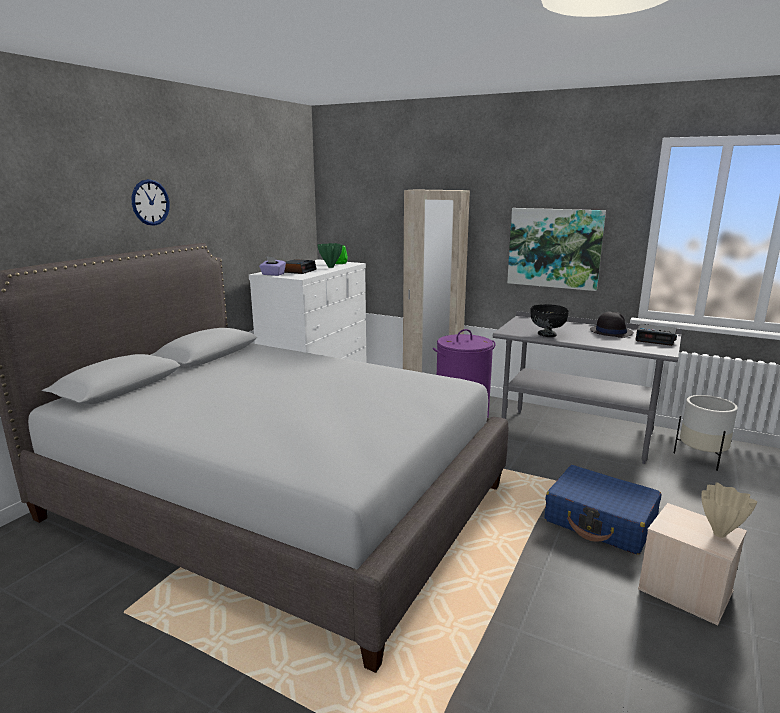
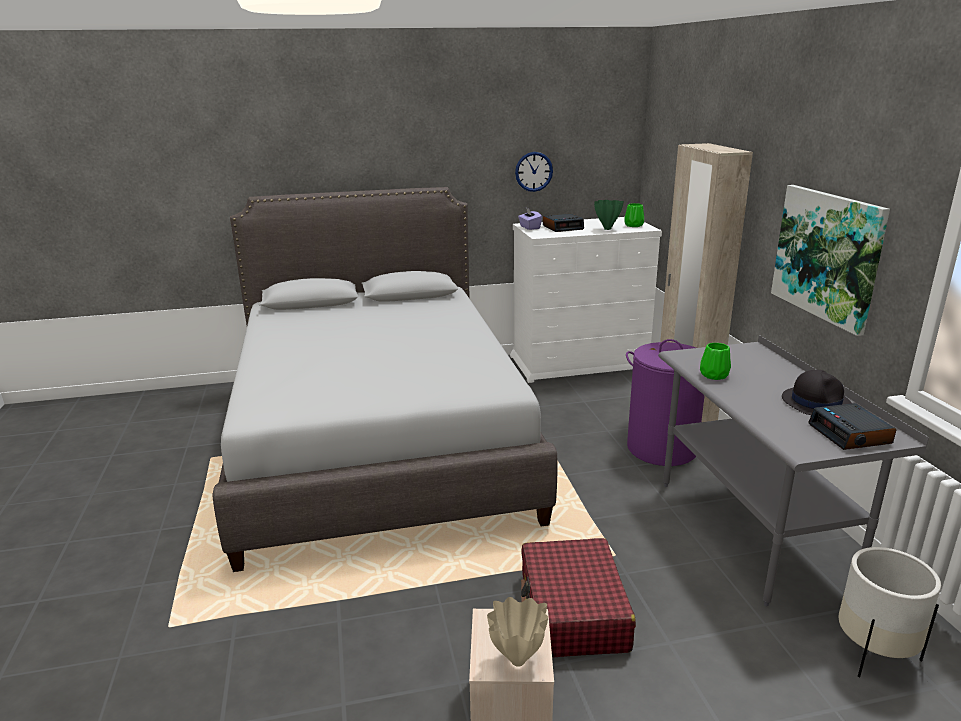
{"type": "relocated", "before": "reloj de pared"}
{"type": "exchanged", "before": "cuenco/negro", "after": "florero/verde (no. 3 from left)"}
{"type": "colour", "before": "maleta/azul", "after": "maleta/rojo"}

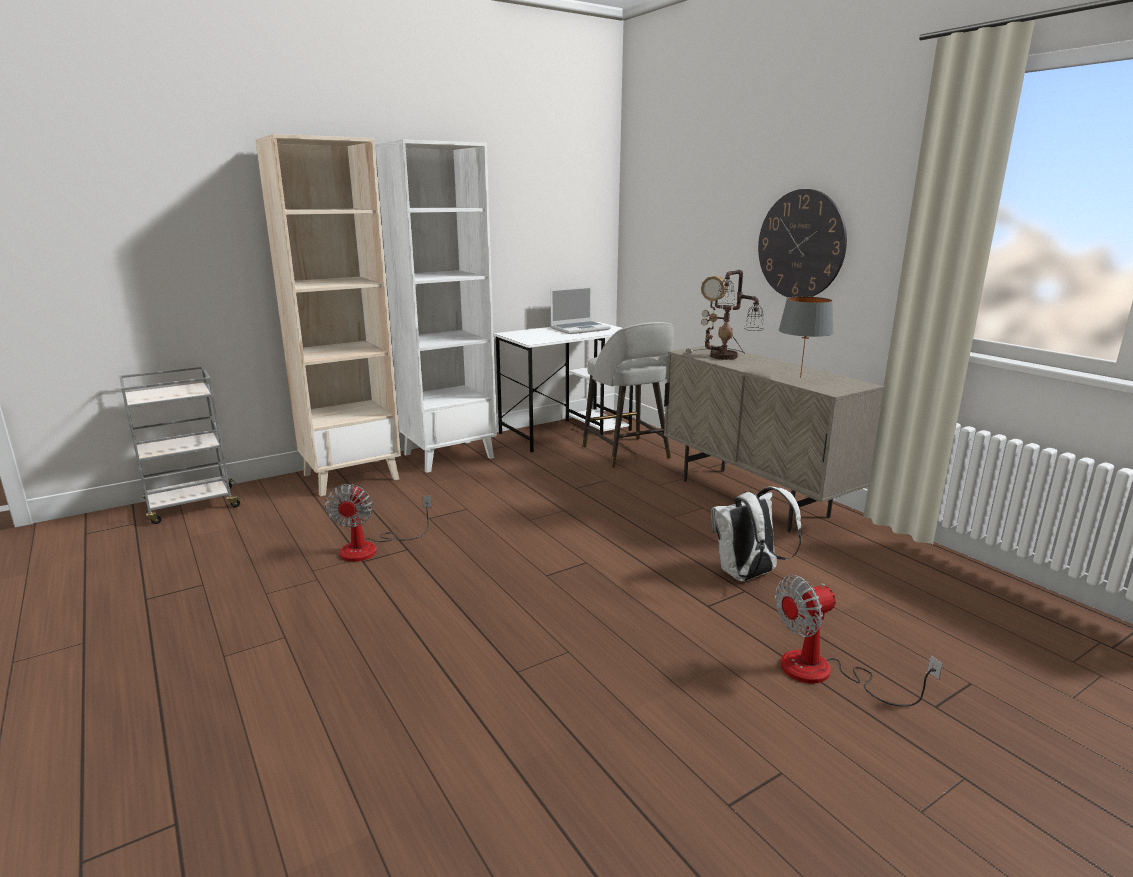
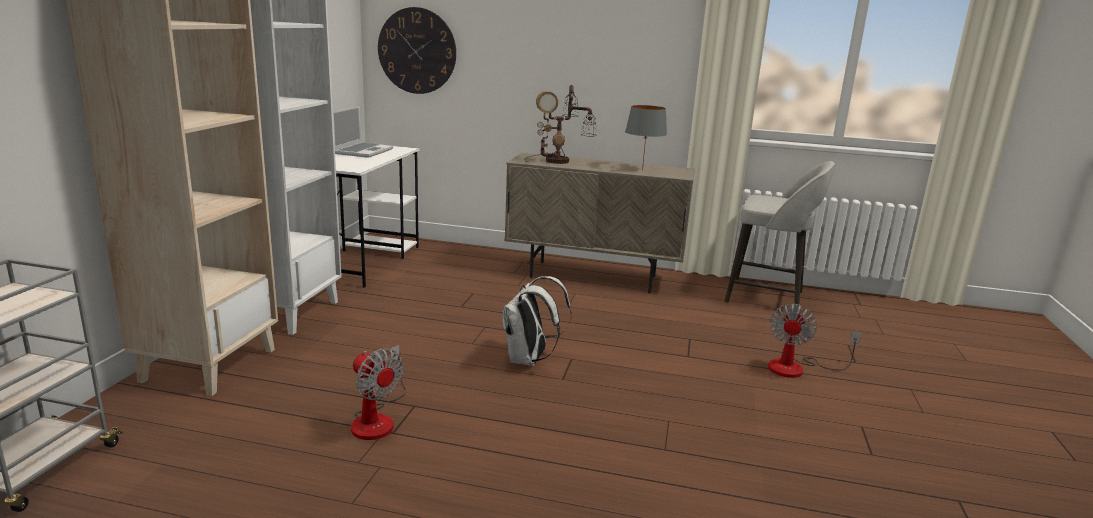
{"type": "relocated", "before": "reloj de pared"}
{"type": "relocated", "before": "taburete/gris"}
{"type": "relocated", "before": "mochila/blanco"}

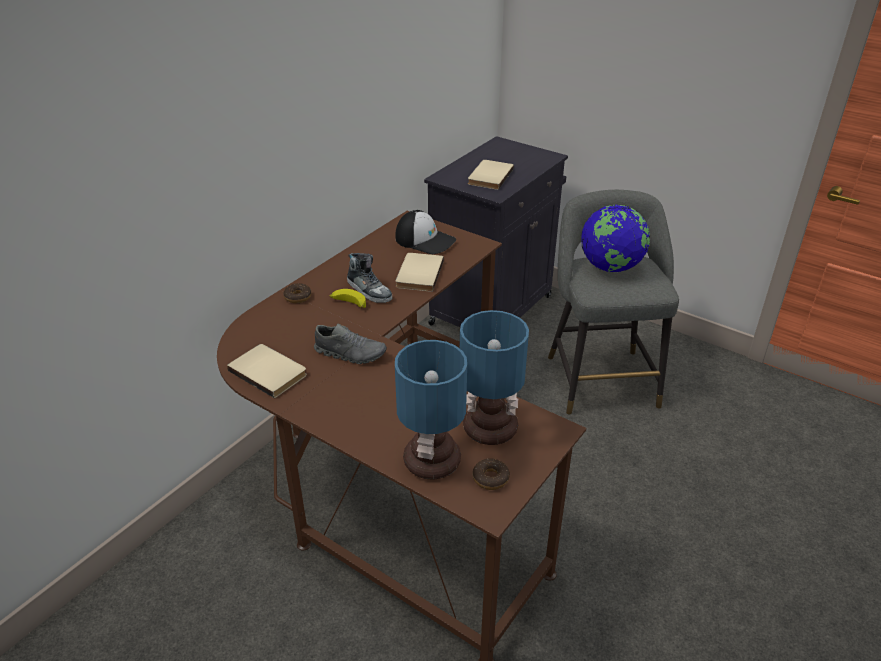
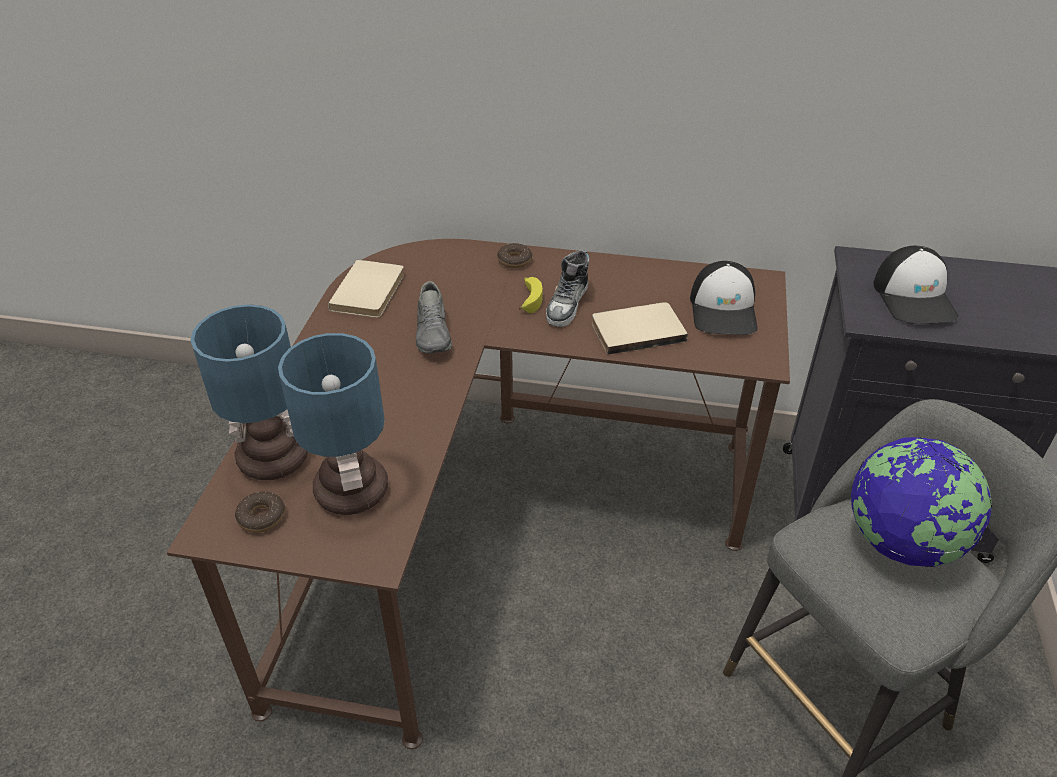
{"type": "exchanged", "before": "libro/beis (no. 3 from left)", "after": "gorra (no. 2 from left)"}

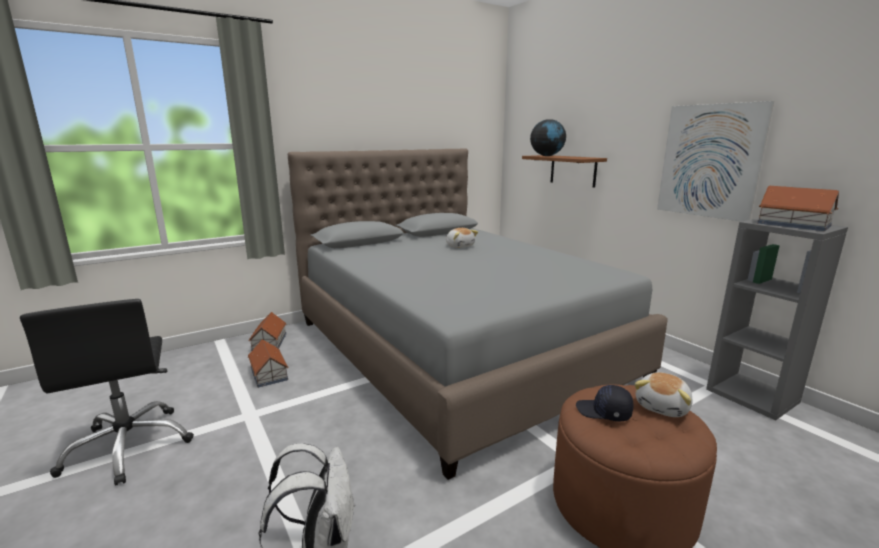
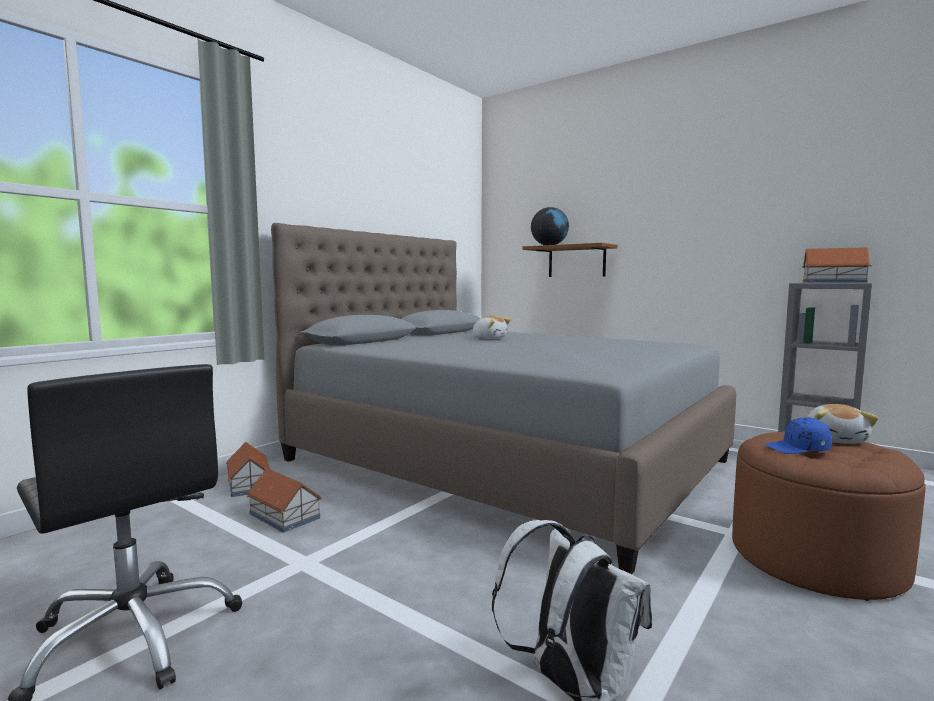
{"type": "missing", "before": "cuadro"}
{"type": "colour", "before": "gorra/negro", "after": "gorra/azul"}

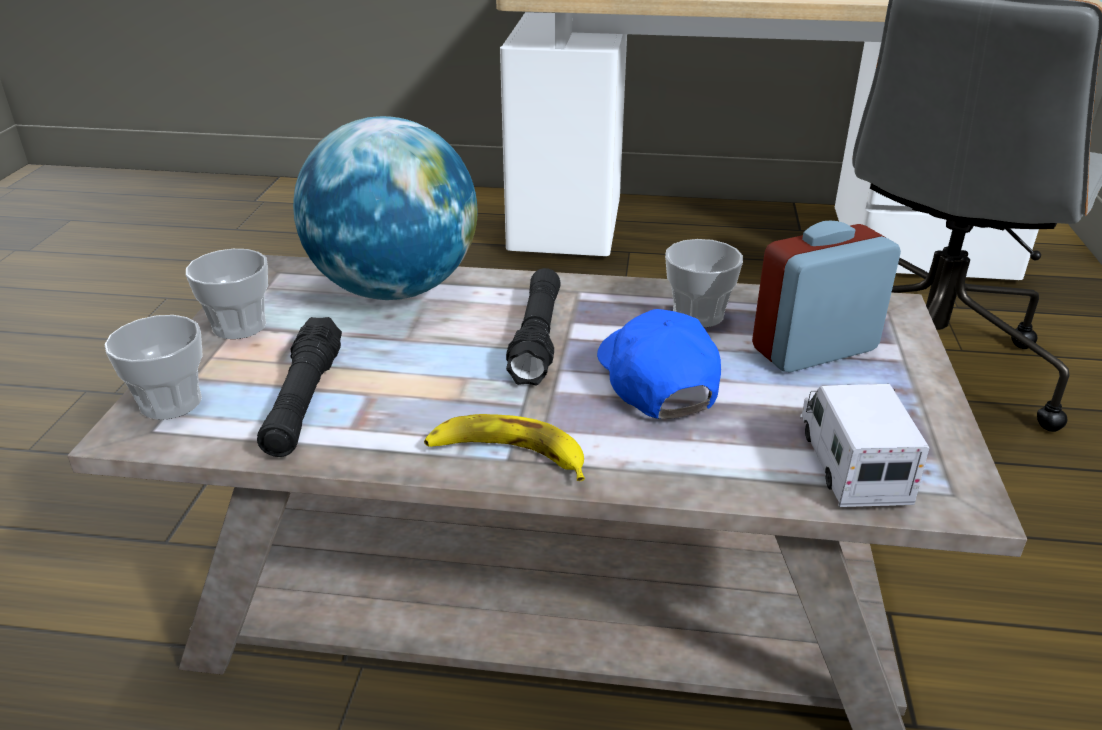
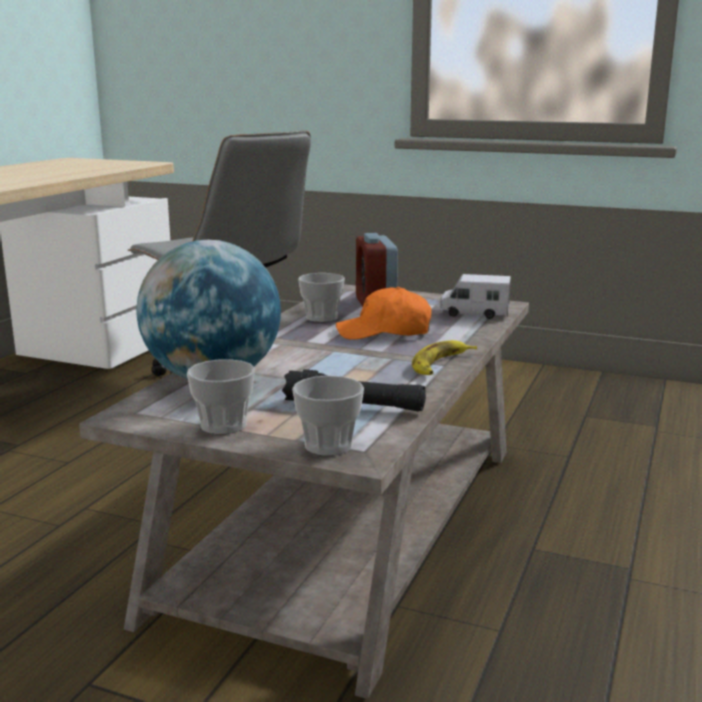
{"type": "missing", "before": "linterna/negro (no. 2 from left)"}
{"type": "colour", "before": "gorra/azul", "after": "gorra/naranja"}

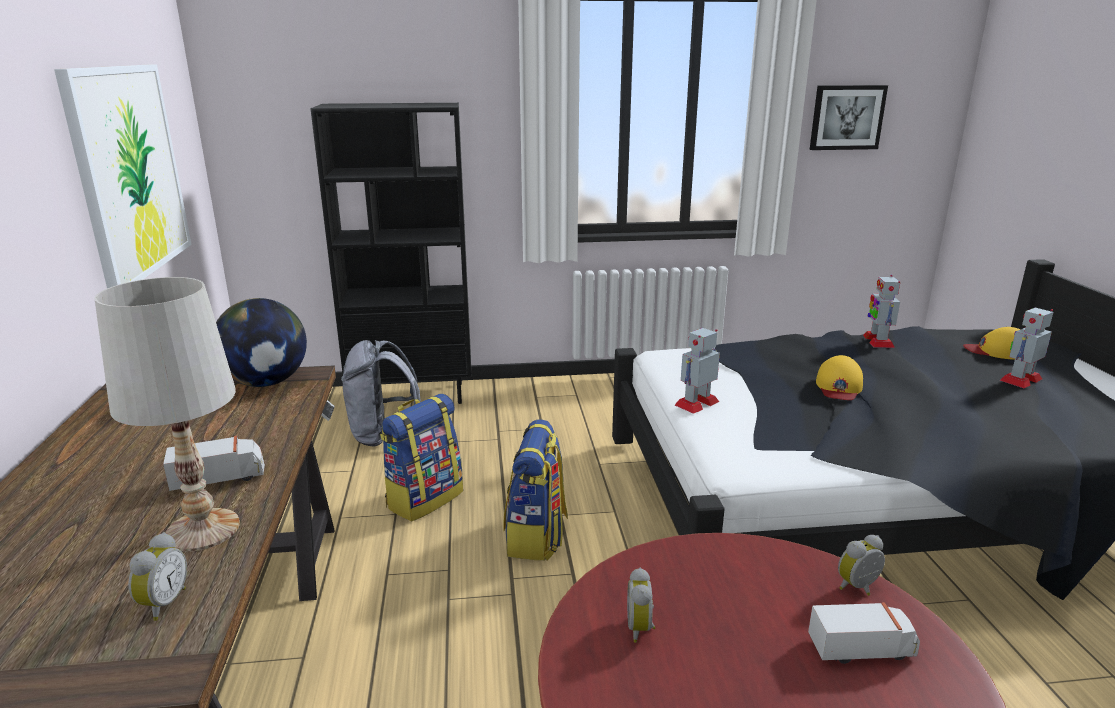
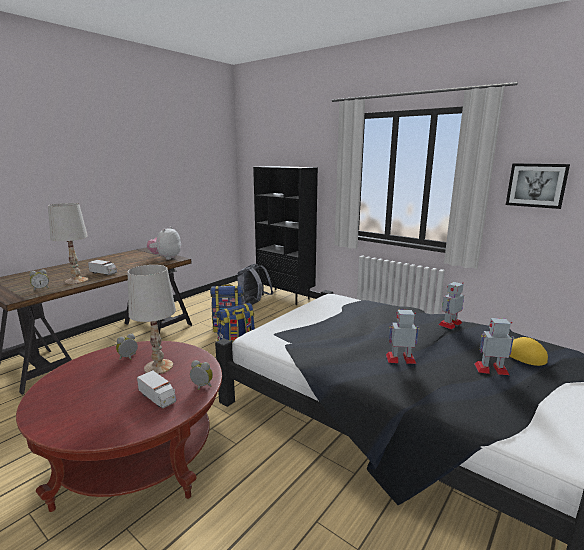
{"type": "missing", "before": "cuadro (no. 1 from left)"}
{"type": "exchanged", "before": "globo terráqueo", "after": "peluche"}
{"type": "relocated", "before": "robot de juguete (no. 1 from left)"}
{"type": "missing", "before": "gorra/amarillo (no. 1 from left)"}
{"type": "appeared", "after": "lámpara de mesa/blanco (no. 2 from left)"}

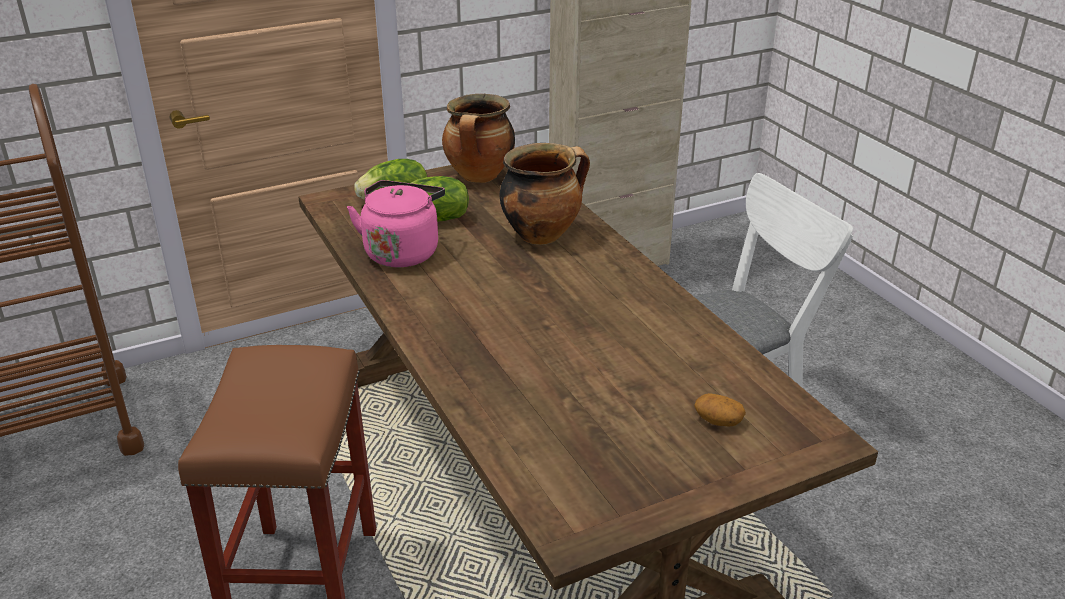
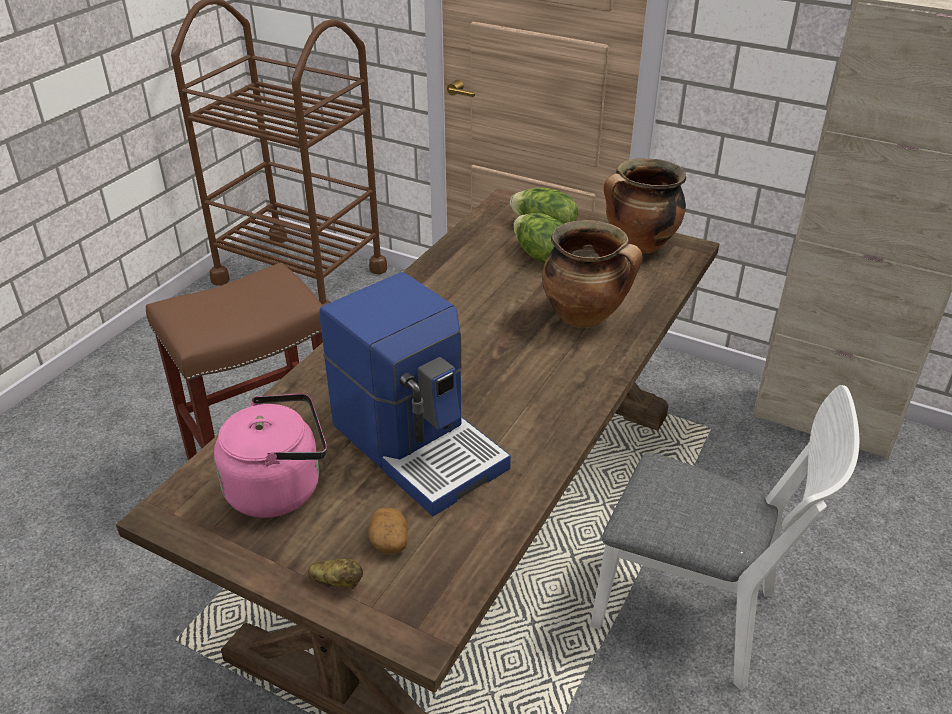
{"type": "relocated", "before": "hervidor/rosa"}
{"type": "appeared", "after": "cafetera"}
{"type": "appeared", "after": "patata (no. 1 from left)"}

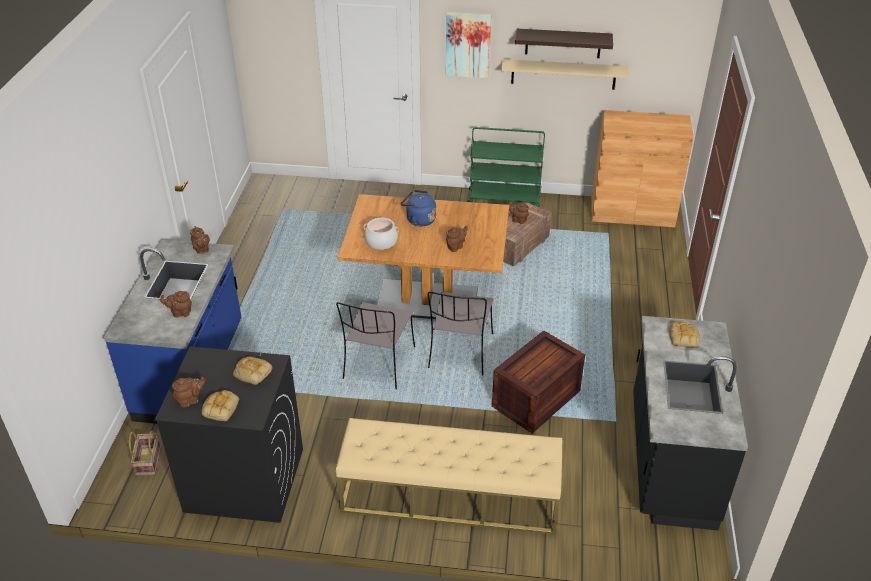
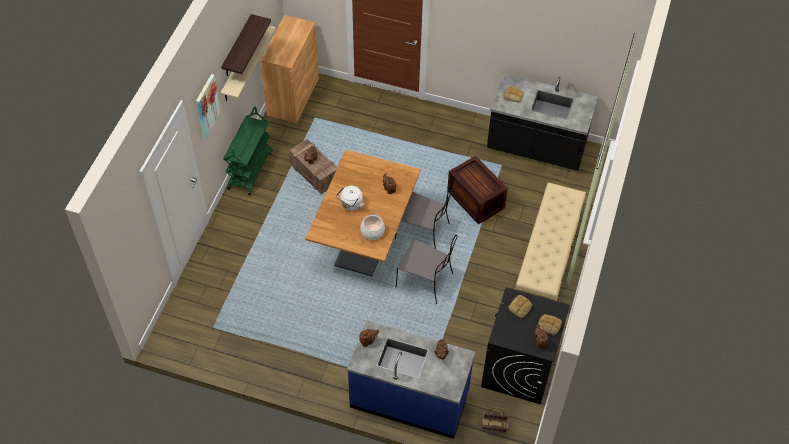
{"type": "colour", "before": "hervidor/azul", "after": "hervidor/blanco"}

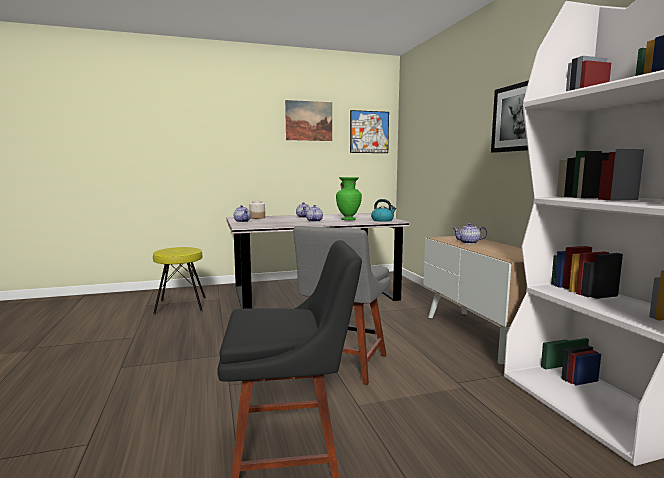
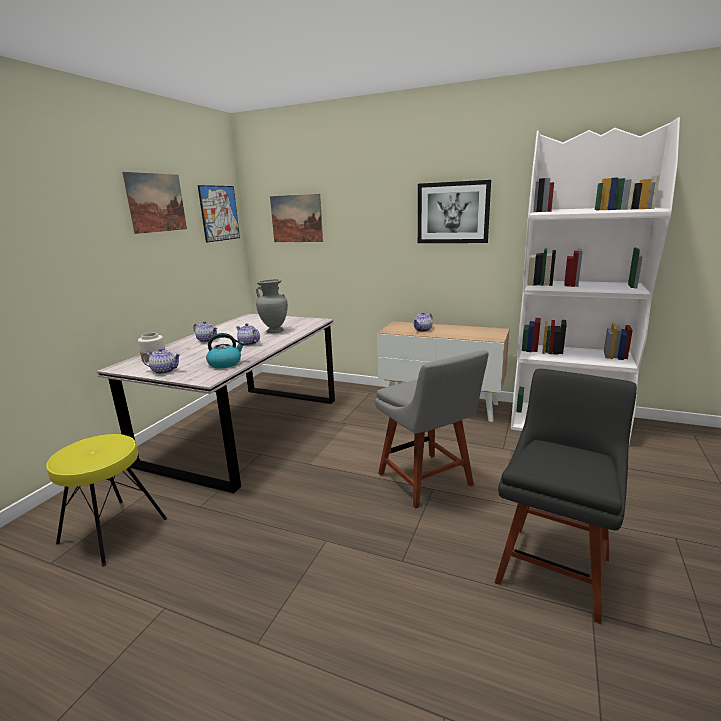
{"type": "colour", "before": "florero/verde", "after": "florero/gris"}
{"type": "relocated", "before": "hervidor"}
{"type": "appeared", "after": "cuadro (no. 3 from left)"}

